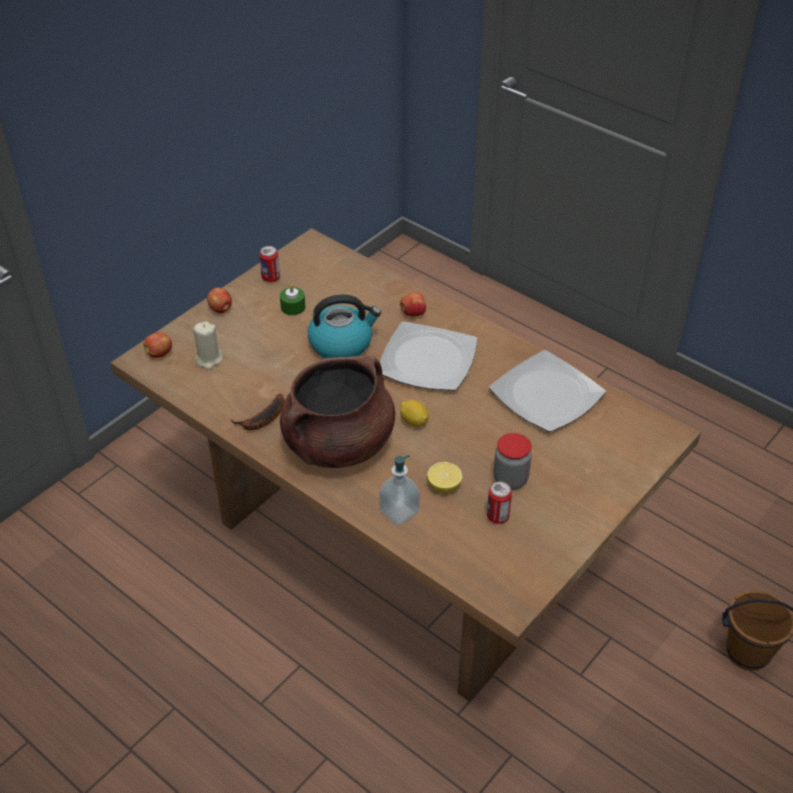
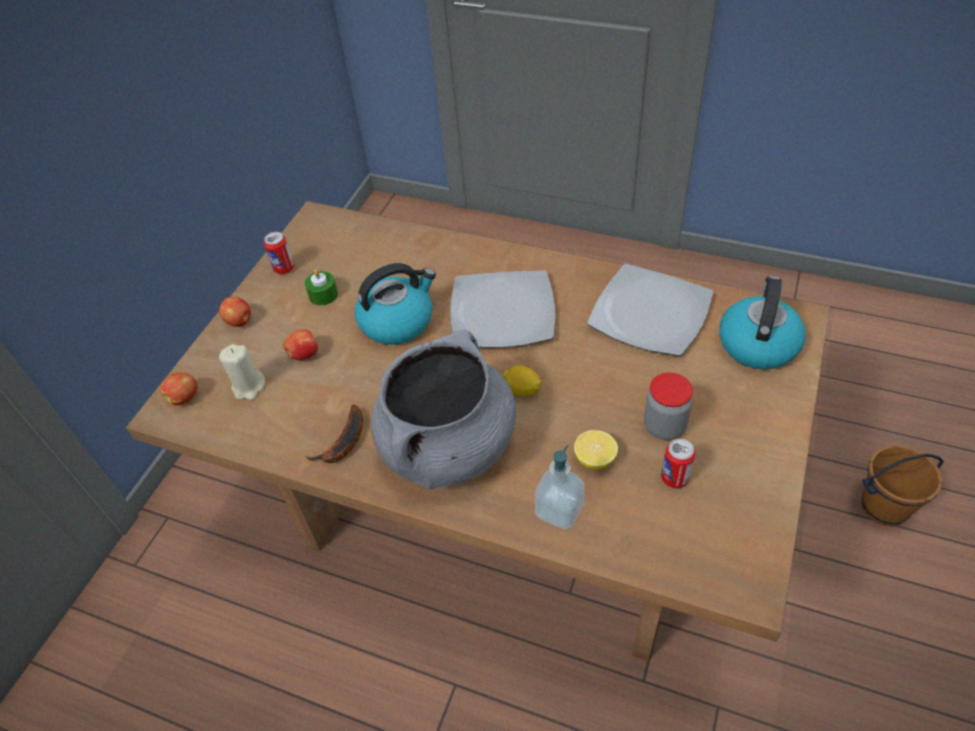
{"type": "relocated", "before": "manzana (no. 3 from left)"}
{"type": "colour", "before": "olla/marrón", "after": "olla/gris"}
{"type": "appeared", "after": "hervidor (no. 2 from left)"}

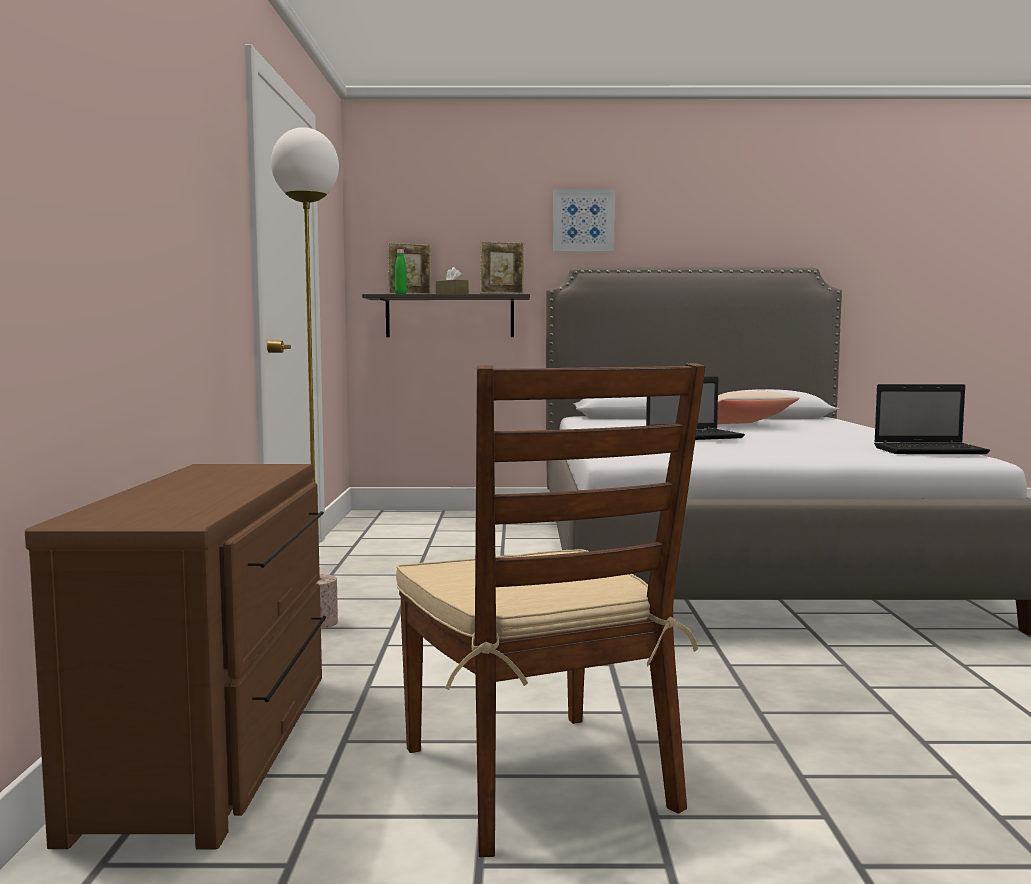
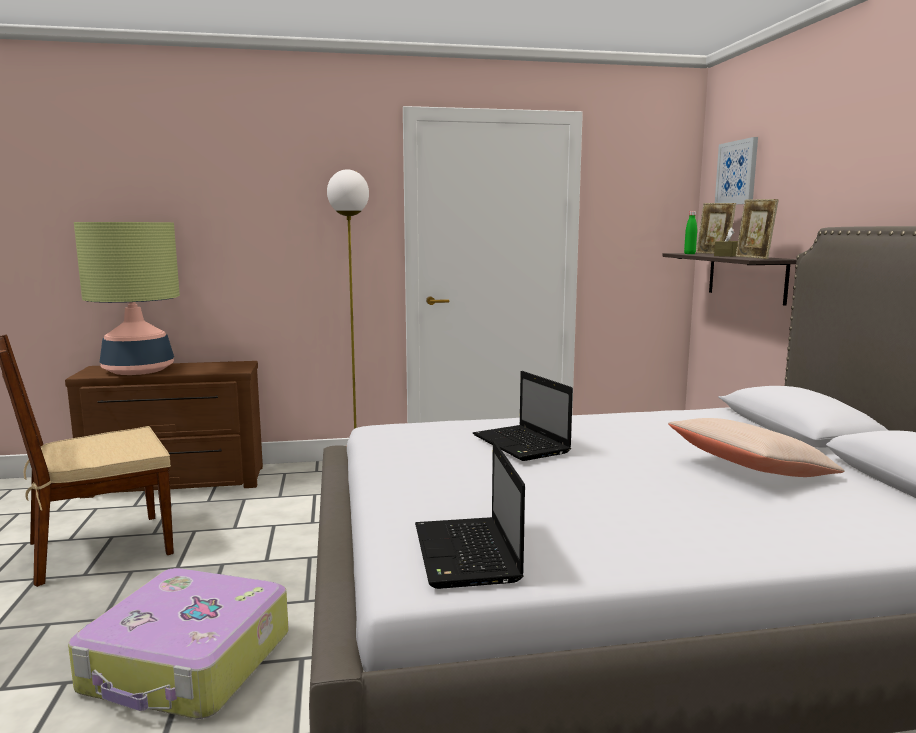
{"type": "relocated", "before": "cuadro"}
{"type": "appeared", "after": "lámpara de mesa"}
{"type": "appeared", "after": "maleta"}

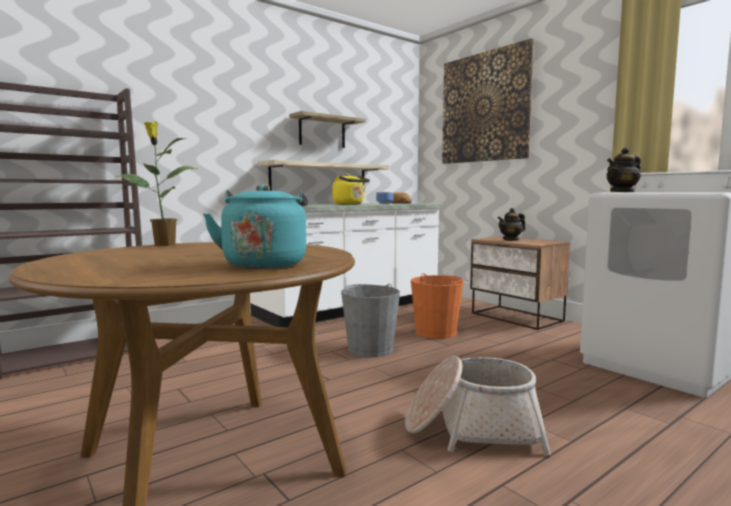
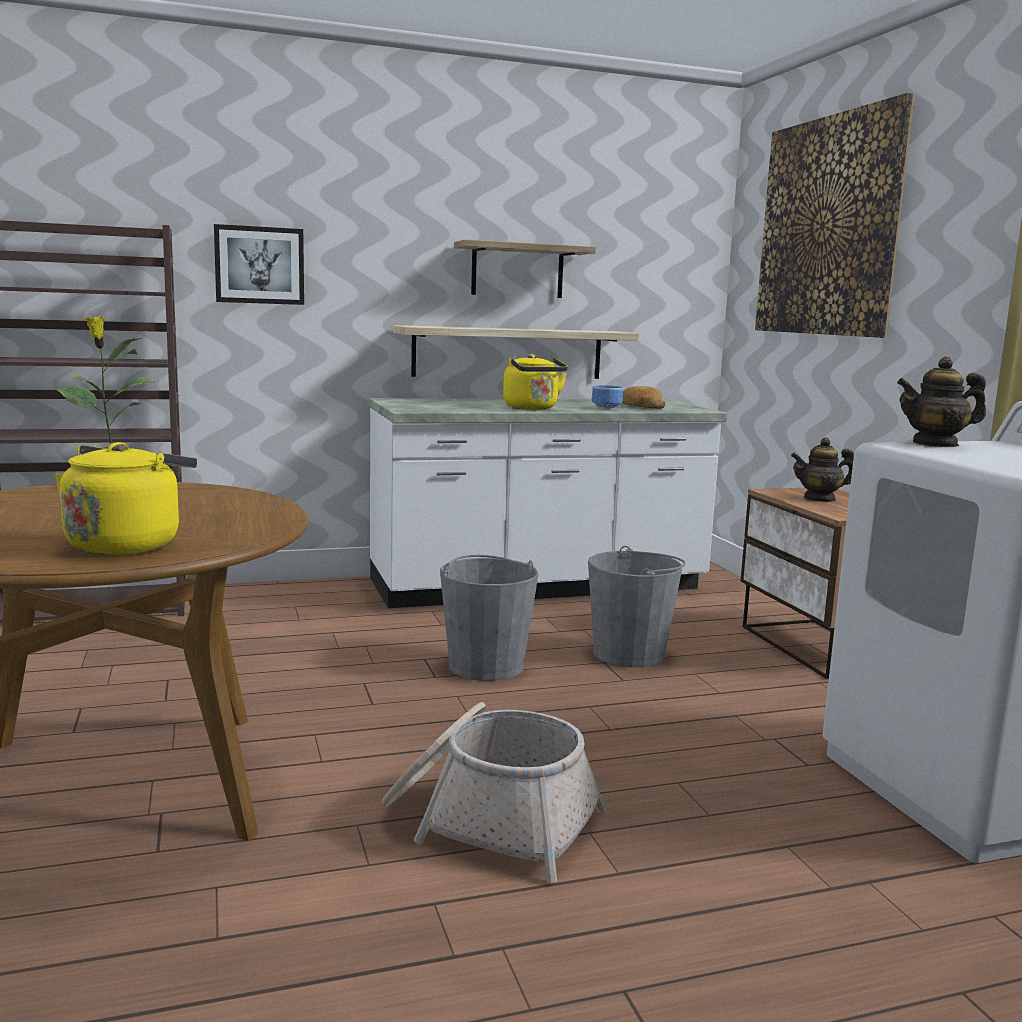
{"type": "colour", "before": "hervidor/turquesa", "after": "hervidor/amarillo (no. 1 from left)"}
{"type": "colour", "before": "cubo/naranja", "after": "cubo/gris (no. 2 from left)"}
{"type": "appeared", "after": "cuadro (no. 1 from left)"}

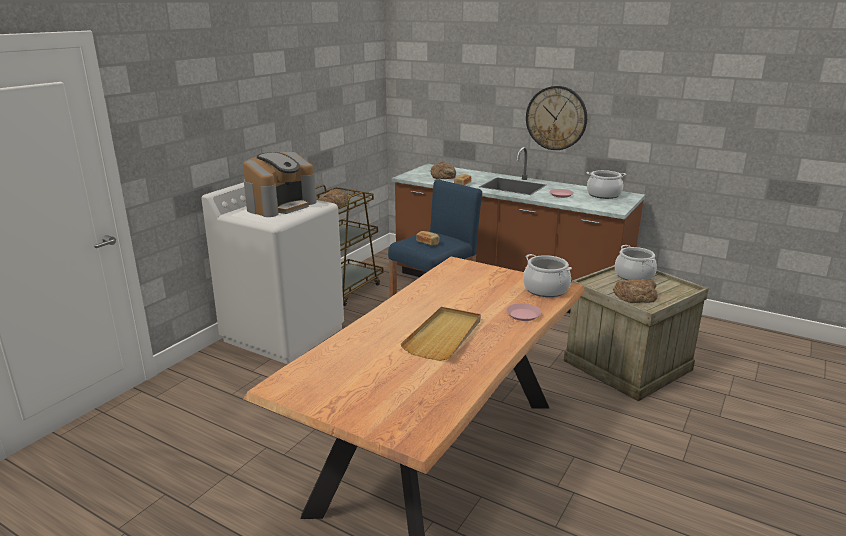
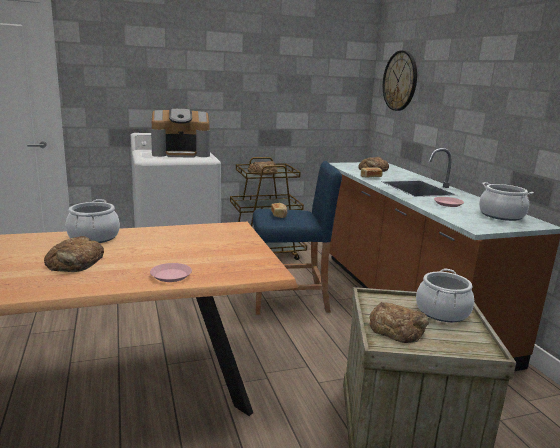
{"type": "relocated", "before": "reloj de pared"}
{"type": "relocated", "before": "olla (no. 1 from left)"}
{"type": "exchanged", "before": "bandeja/beis", "after": "pan (no. 1 from left)"}

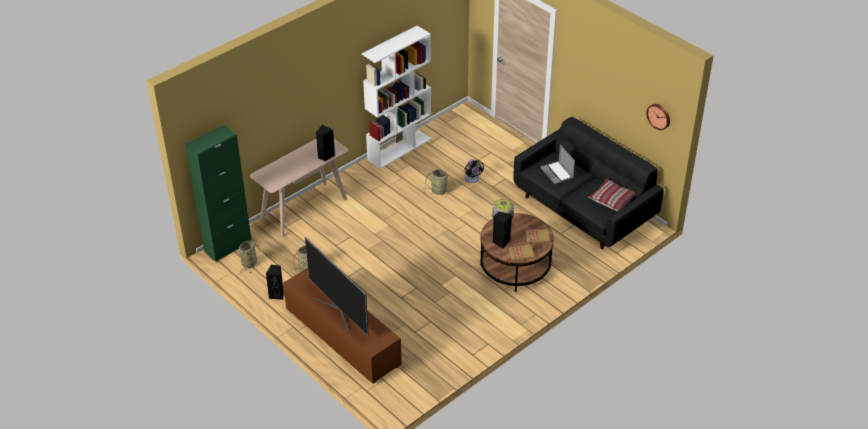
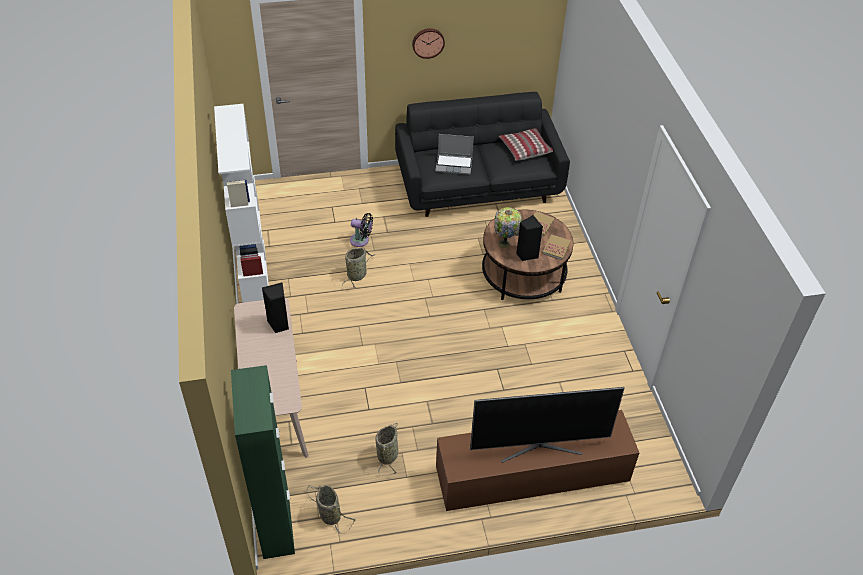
{"type": "relocated", "before": "reloj de pared"}
{"type": "missing", "before": "altavoz/negro (no. 1 from left)"}

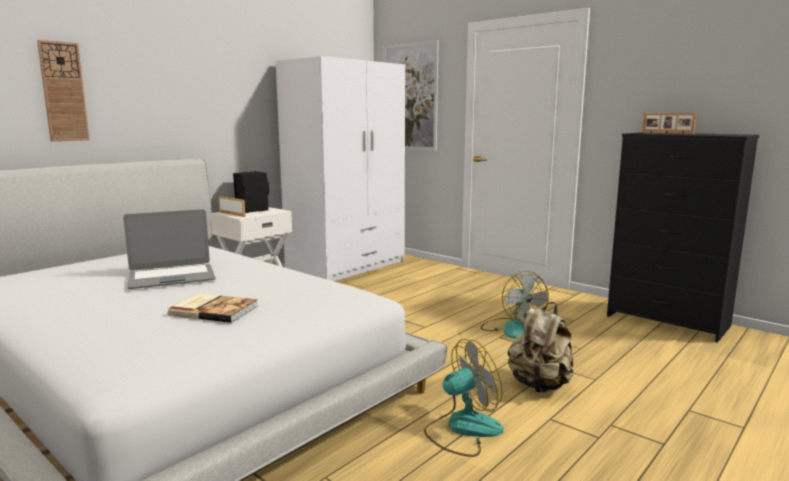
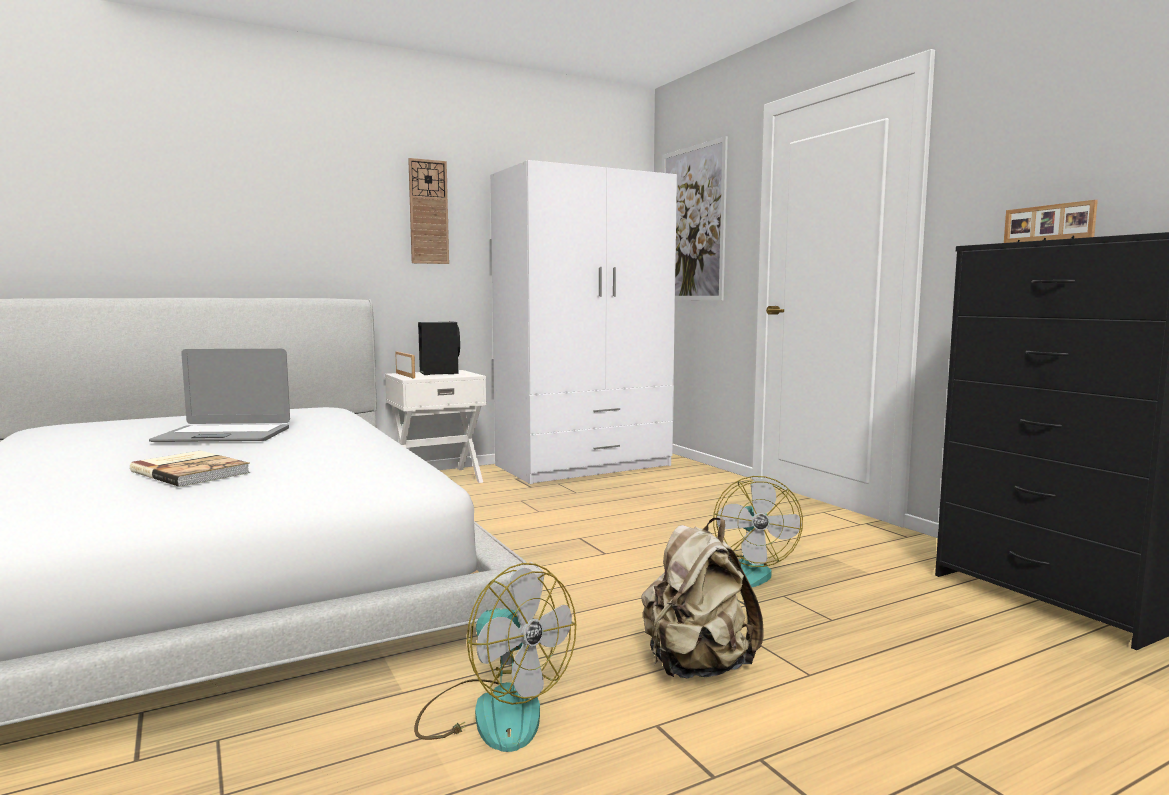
{"type": "relocated", "before": "reloj de pared"}
{"type": "spun", "before": "ventilador (no. 1 from left)", "turn": 45}

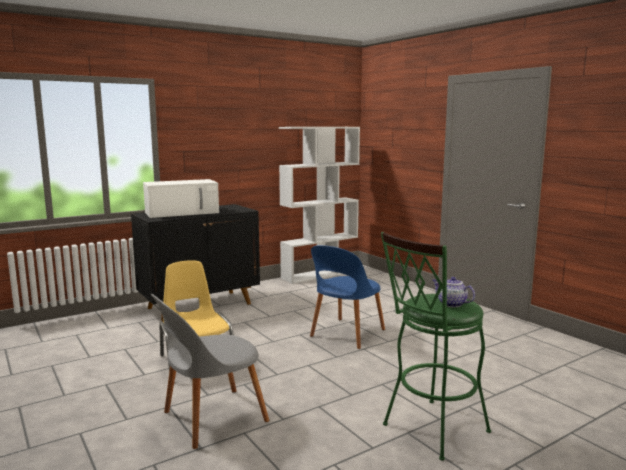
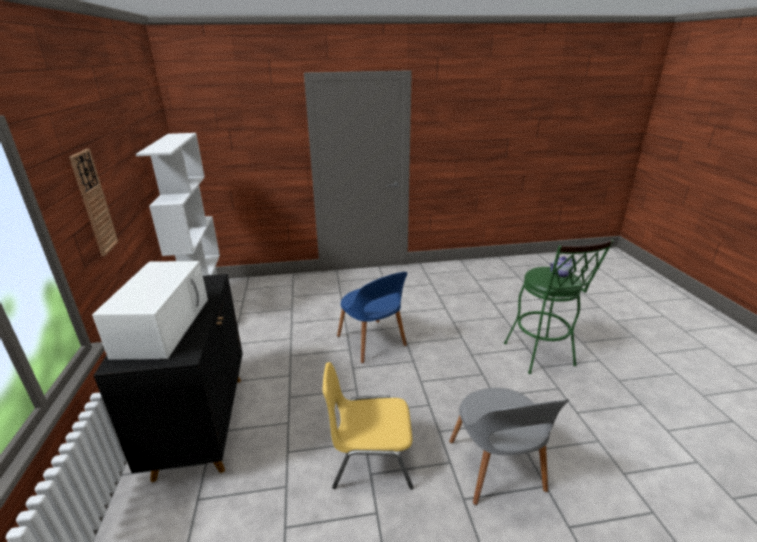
{"type": "appeared", "after": "reloj de pared"}

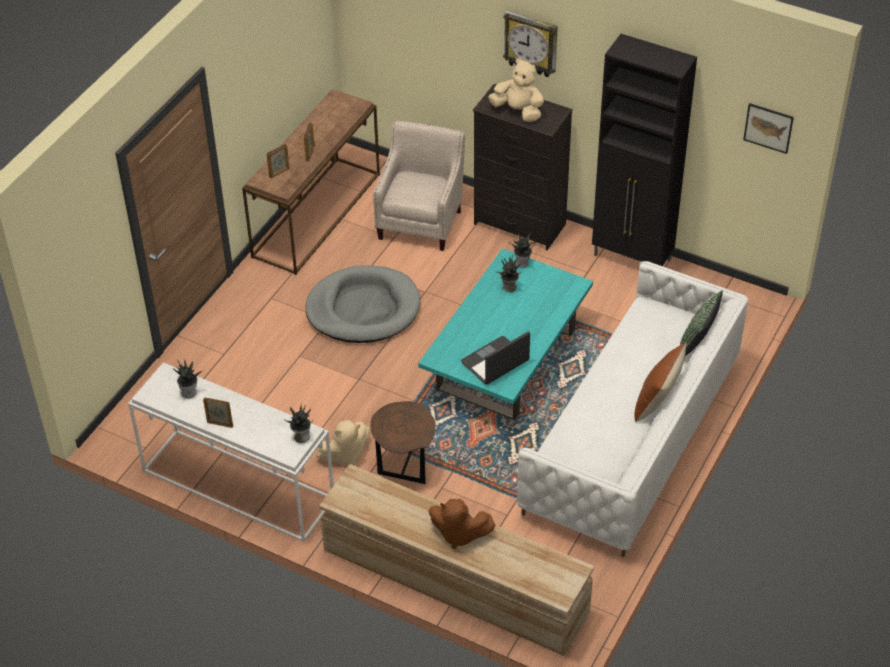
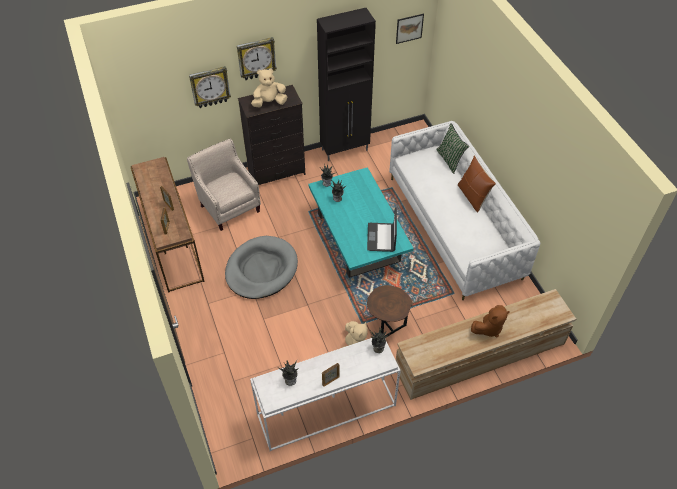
{"type": "appeared", "after": "reloj de pared (no. 1 from left)"}

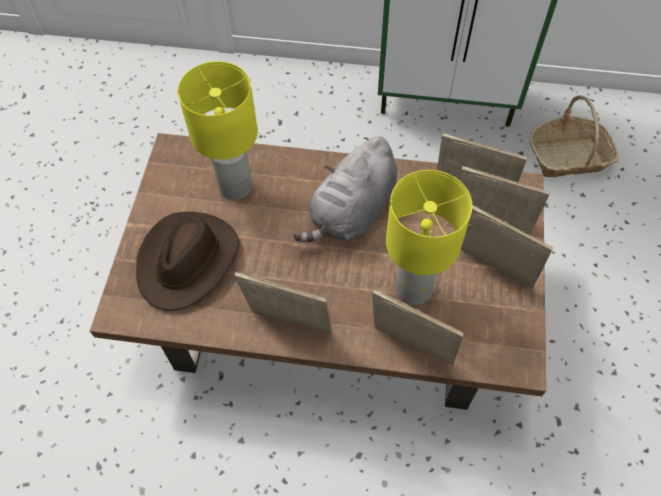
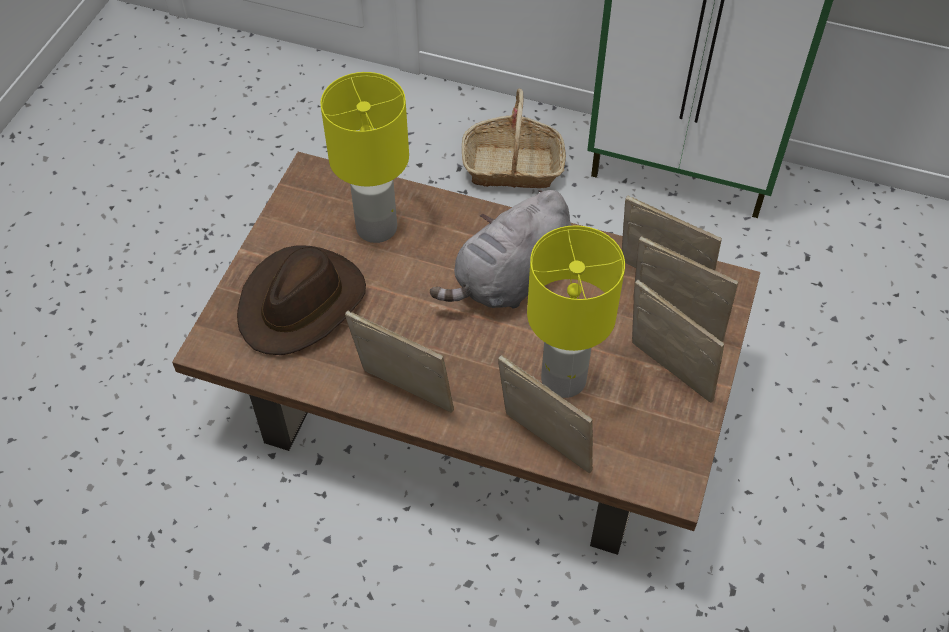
{"type": "relocated", "before": "cesta"}

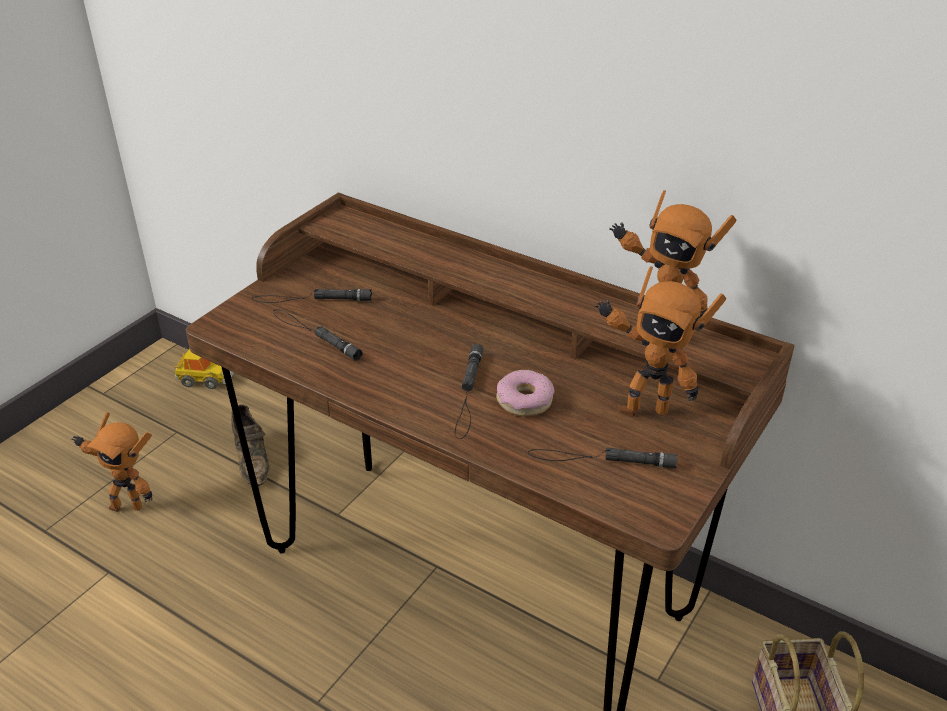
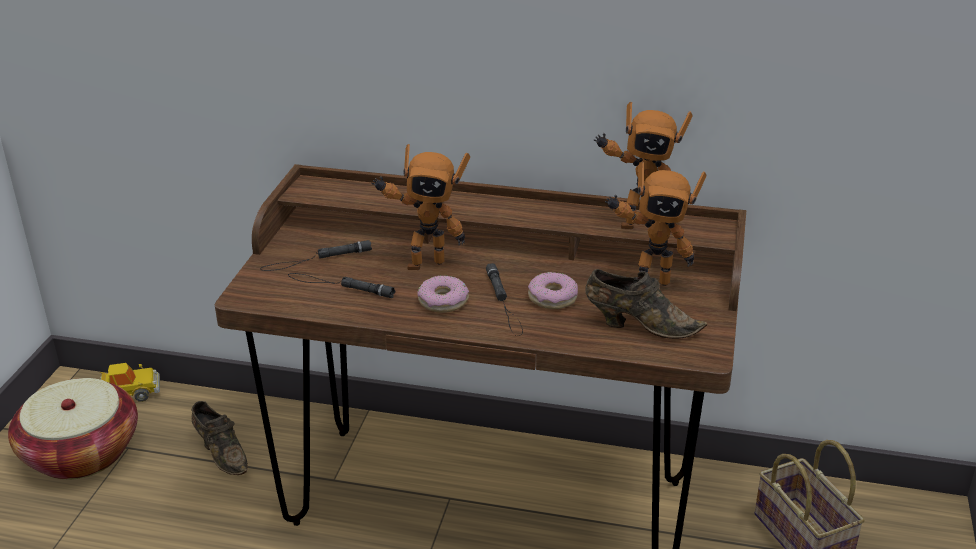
{"type": "relocated", "before": "robot de juguete (no. 1 from left)"}
{"type": "exchanged", "before": "linterna/negro (no. 4 from left)", "after": "zapato/marrón (no. 2 from left)"}
{"type": "appeared", "after": "rosquilla (no. 1 from left)"}
{"type": "appeared", "after": "cesta (no. 1 from left)"}

